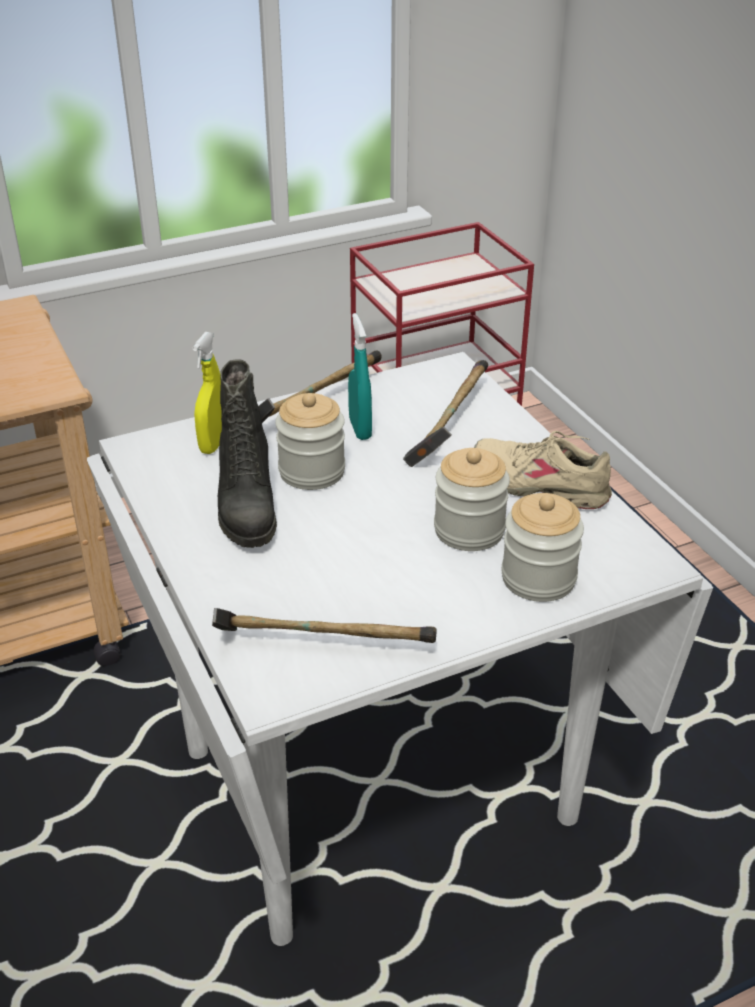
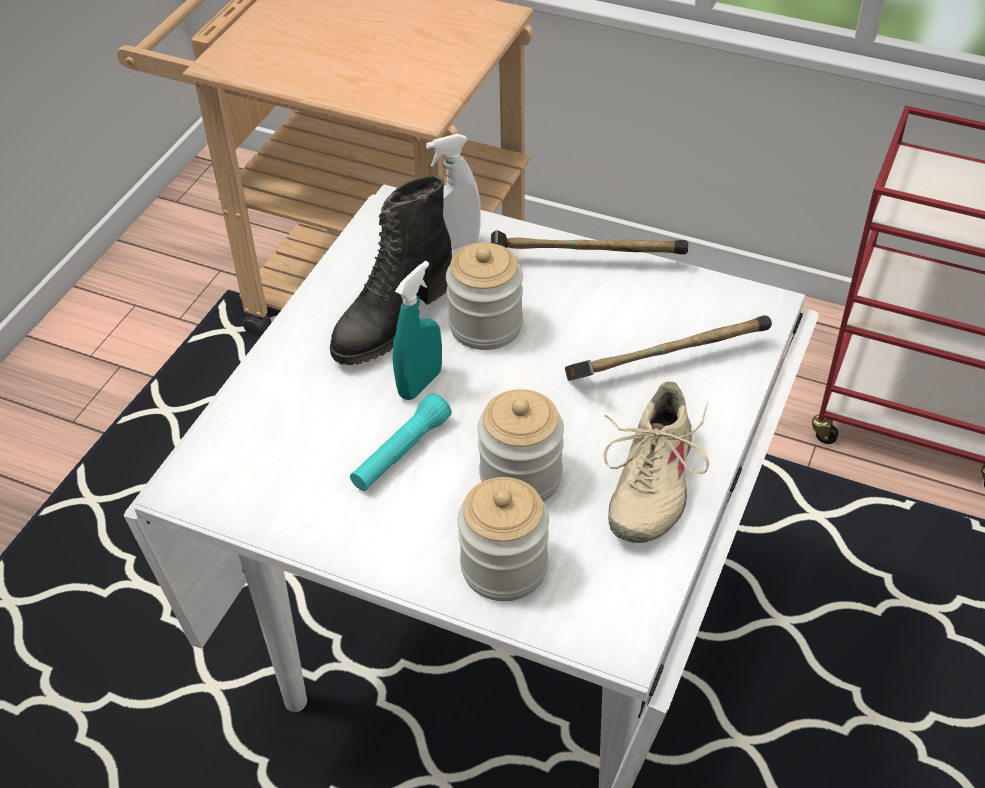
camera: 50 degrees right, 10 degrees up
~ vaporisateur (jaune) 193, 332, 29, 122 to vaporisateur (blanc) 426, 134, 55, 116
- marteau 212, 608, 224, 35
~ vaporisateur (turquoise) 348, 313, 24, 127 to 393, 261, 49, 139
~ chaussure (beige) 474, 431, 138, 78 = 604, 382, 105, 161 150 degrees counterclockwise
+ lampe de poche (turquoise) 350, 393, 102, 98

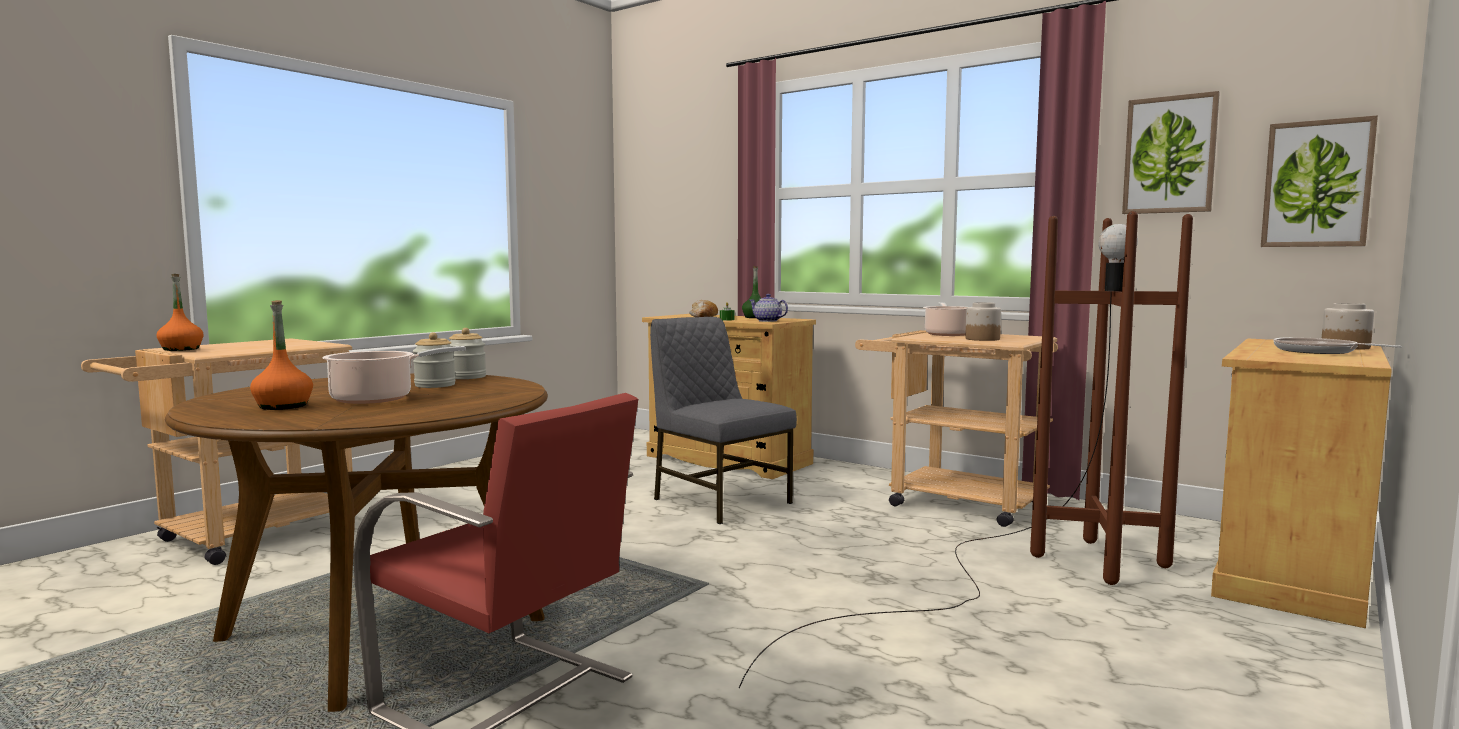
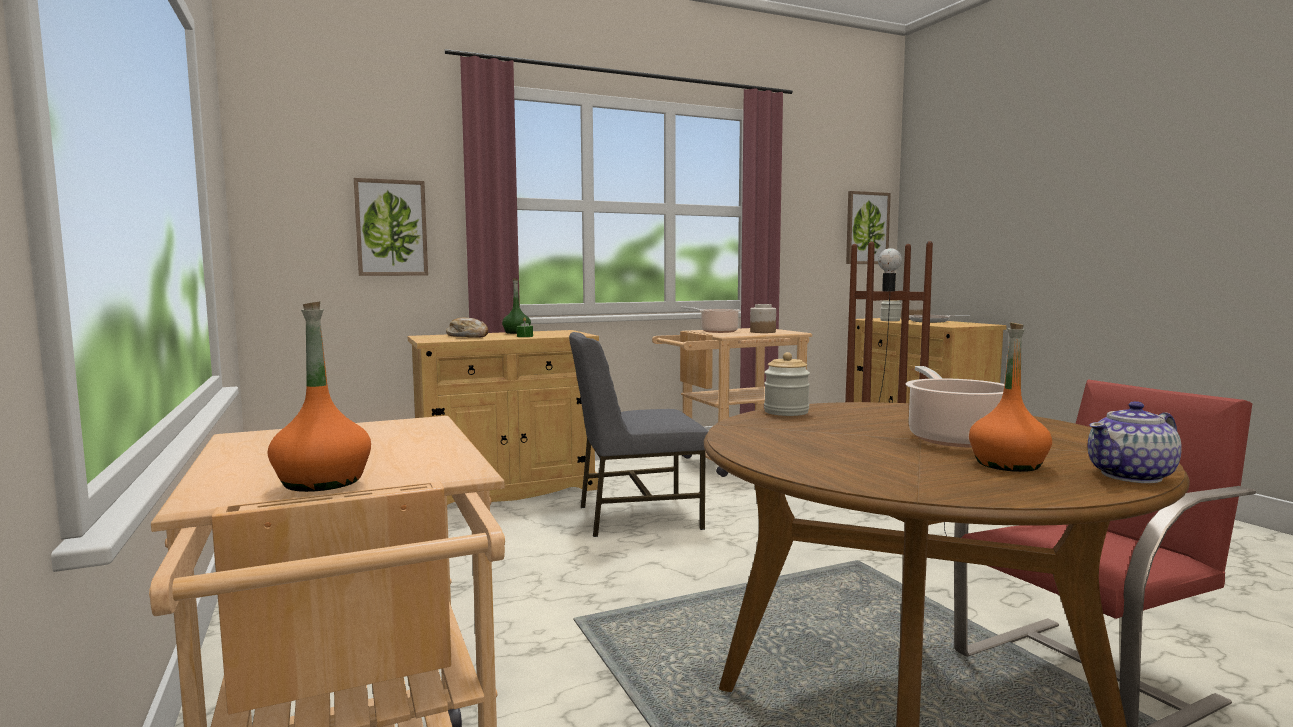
camera: 60 degrees left, 0 degrees up
~ bocal 413, 332, 43, 56 to 880, 300, 21, 21
~ théière 749, 294, 39, 28 to 1087, 401, 95, 82
~ tableau 1122, 91, 98, 123 to 354, 178, 74, 98

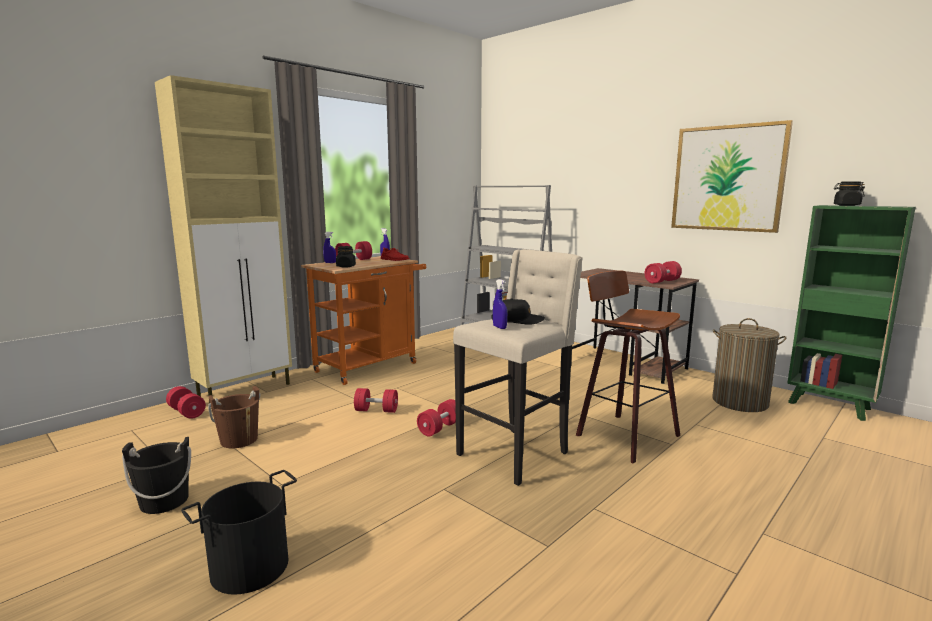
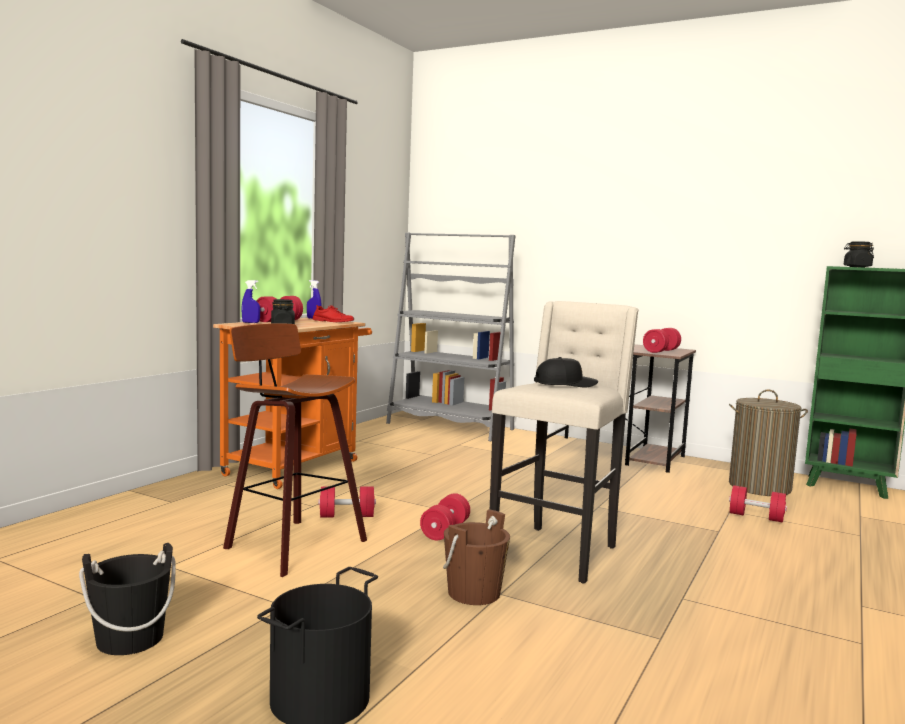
camera: 15 degrees left, 5 degrees down
- meuble de rangement (beige) 155, 75, 137, 328
~ haltère (rouge) 166, 386, 40, 33 to 729, 485, 58, 38
~ seau (marron) 208, 386, 52, 62 to 443, 509, 67, 96
- vaporisateur (bleu) 493, 279, 14, 50
~ tabouret 576, 271, 104, 192 to 223, 323, 144, 254
- tableau 671, 120, 122, 113

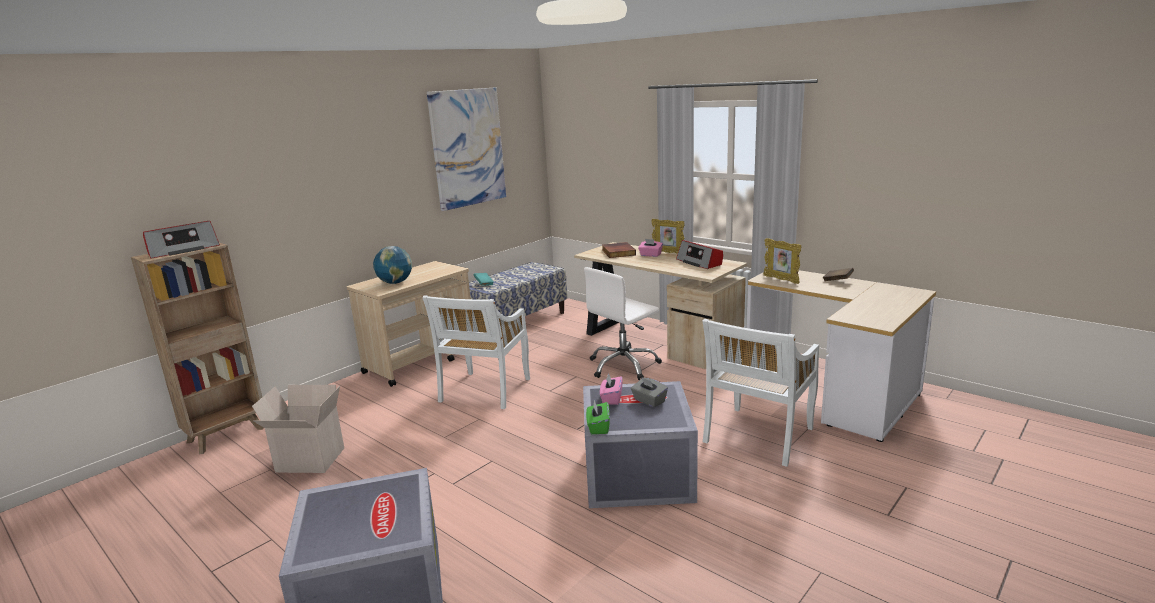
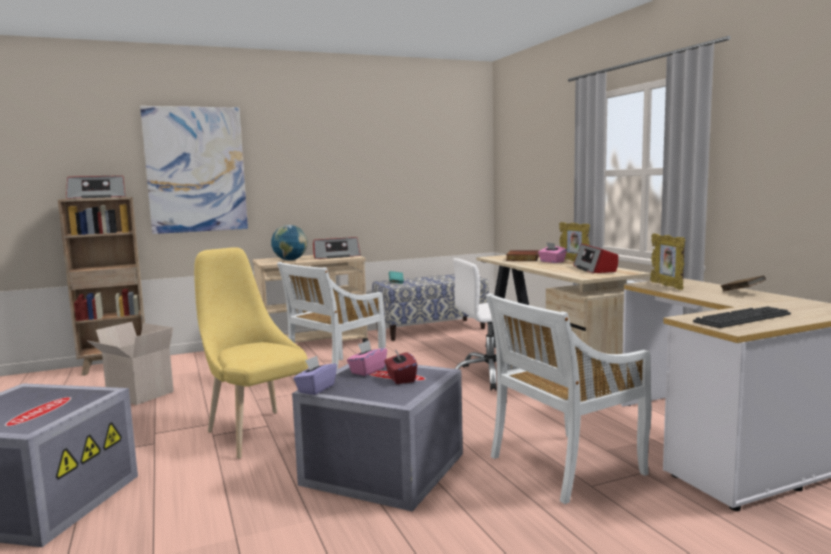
camera: 25 degrees right, 10 degrees down
~ tableau 427, 87, 79, 124 to 140, 106, 108, 128
~ boîte à mouchoirs (vert) 586, 400, 24, 34 to boîte à mouchoirs (violet) 293, 355, 44, 40
~ boîte à mouchoirs (gris) 631, 378, 37, 29 to boîte à mouchoirs (rouge) 384, 349, 33, 35
+ chaise (jaune) 194, 247, 114, 212
+ radio 313, 237, 48, 22
+ clavier 693, 306, 98, 22

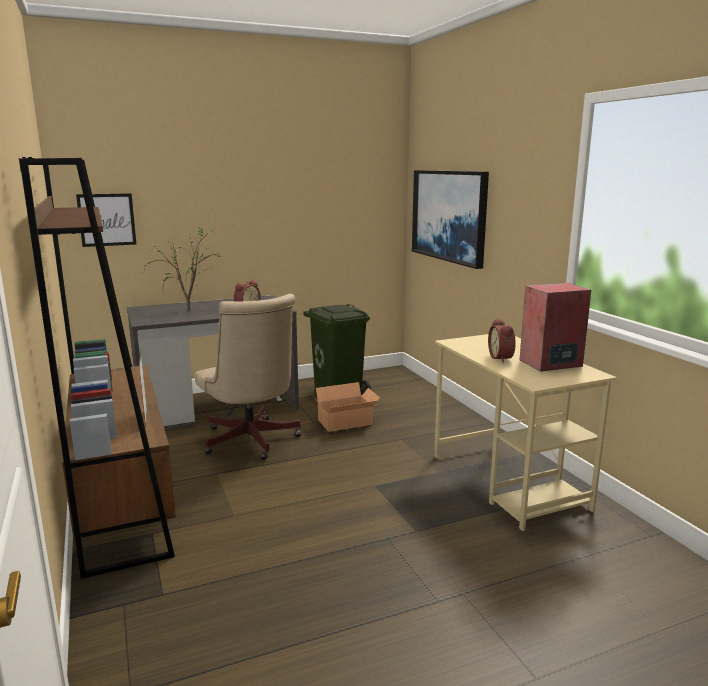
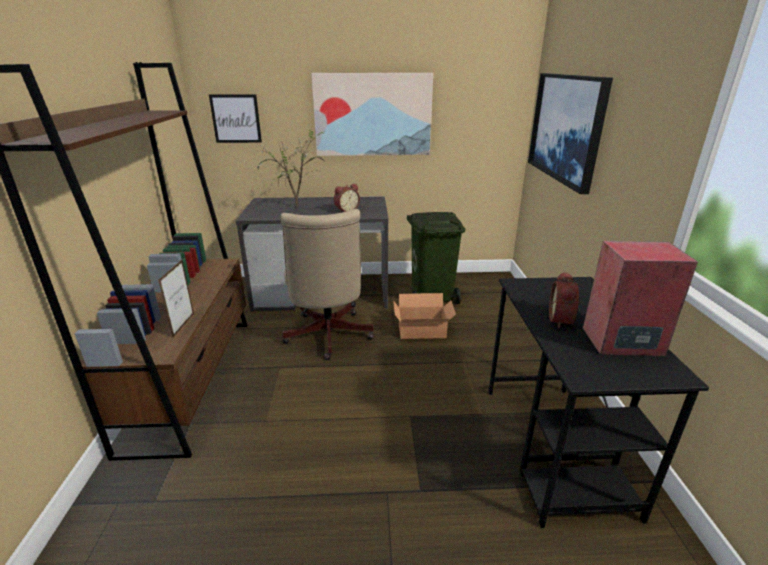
camera: 20 degrees right, 10 degrees up
~ bureau (beige) 434, 334, 183, 197 to bureau (noir) 489, 277, 220, 251
+ tableau 311, 73, 122, 83

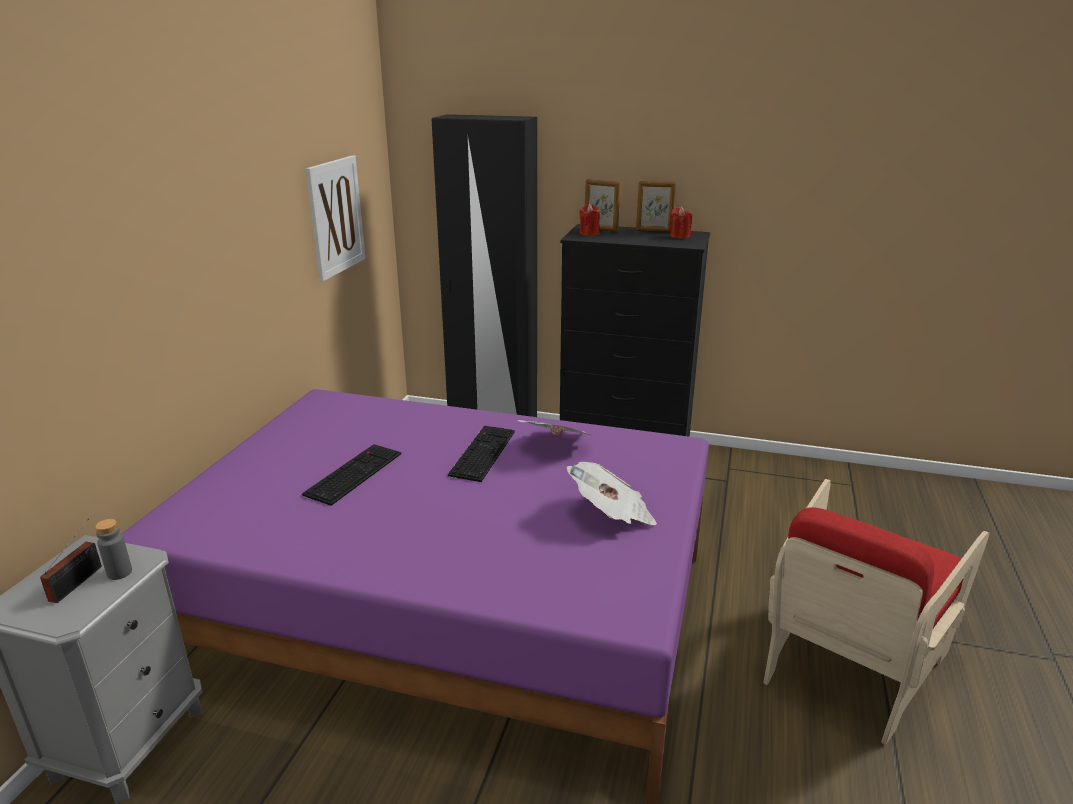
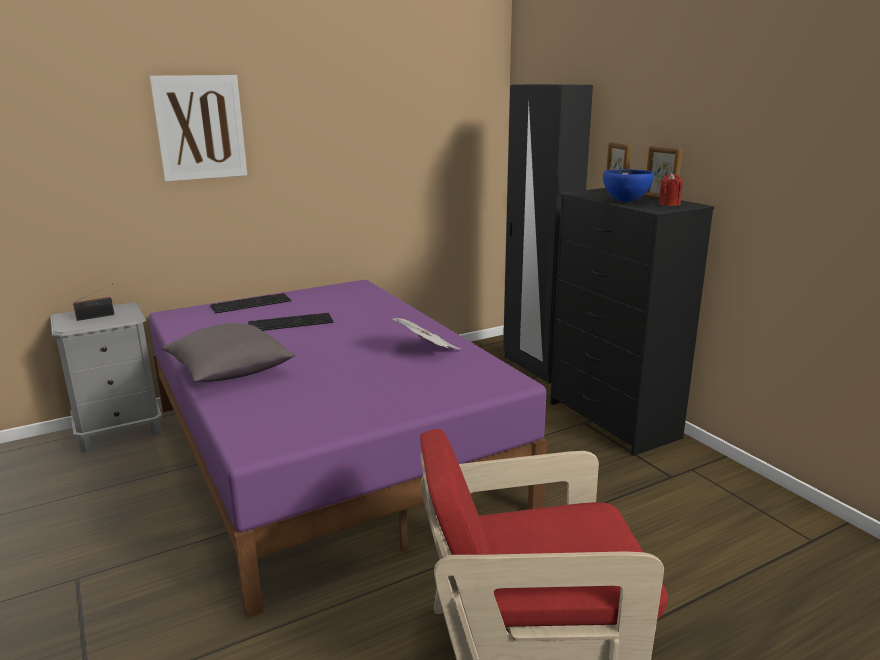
camera: 45 degrees right, 5 degrees down
- bouteille (gris) 95, 519, 37, 61
~ tableau 306, 155, 59, 127 to 149, 75, 98, 107
~ clavier 448, 426, 67, 56 to 210, 293, 81, 21
- journal 567, 462, 90, 63
- bougie (rouge) 579, 204, 21, 32
+ coussin (gris) 162, 323, 134, 59
+ bol (bleu) 603, 169, 51, 34

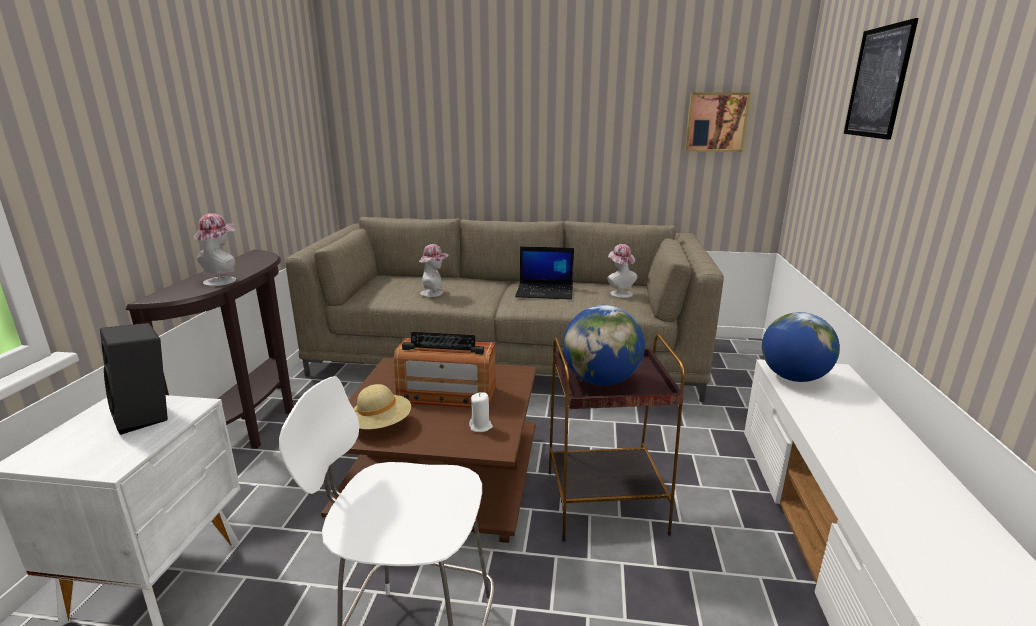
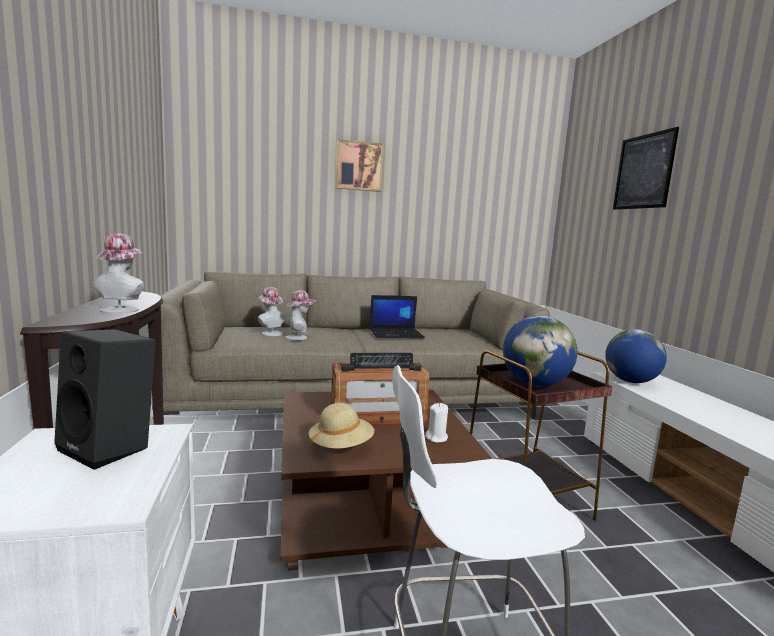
camera: 20 degrees left, 10 degrees down
~ chapeau 607, 244, 30, 54 to 257, 287, 29, 49
~ tableau 685, 92, 66, 60 to 335, 139, 49, 53

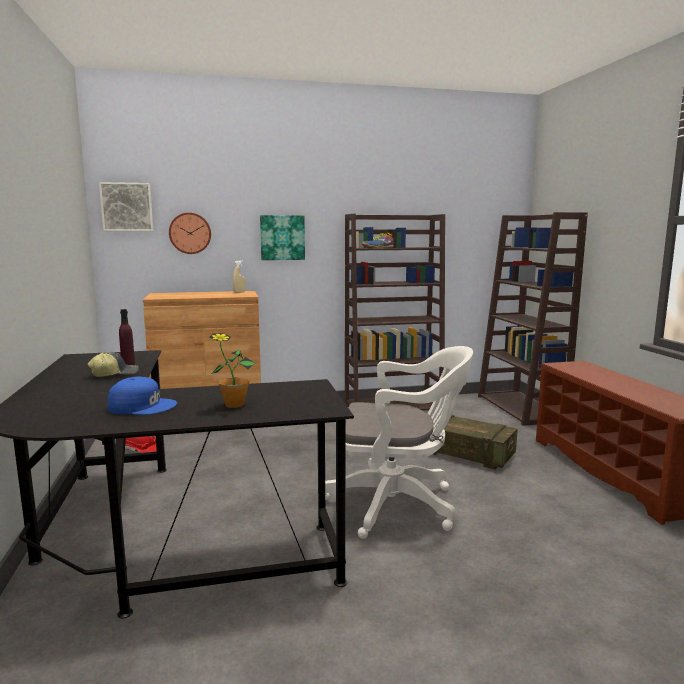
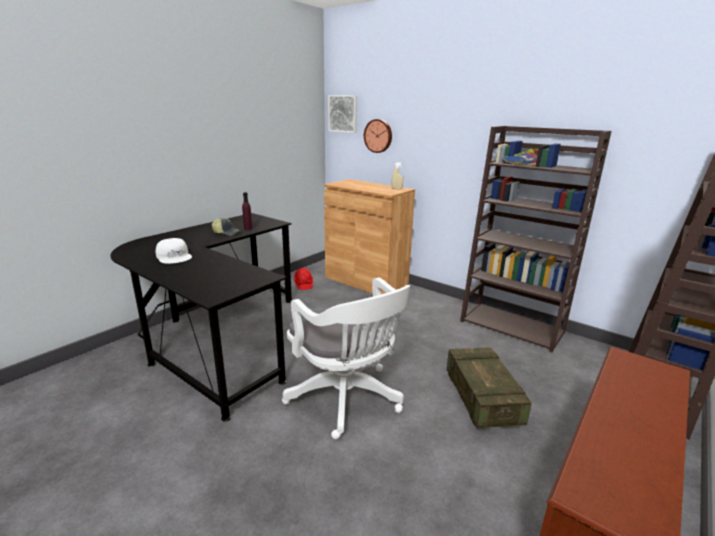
camera: 50 degrees right, 10 degrees up
~ casquette (bleu) 108, 377, 69, 38 to casquette (blanc) 155, 238, 37, 26
- plante en pot 210, 333, 45, 75
- tableau 260, 215, 45, 45

